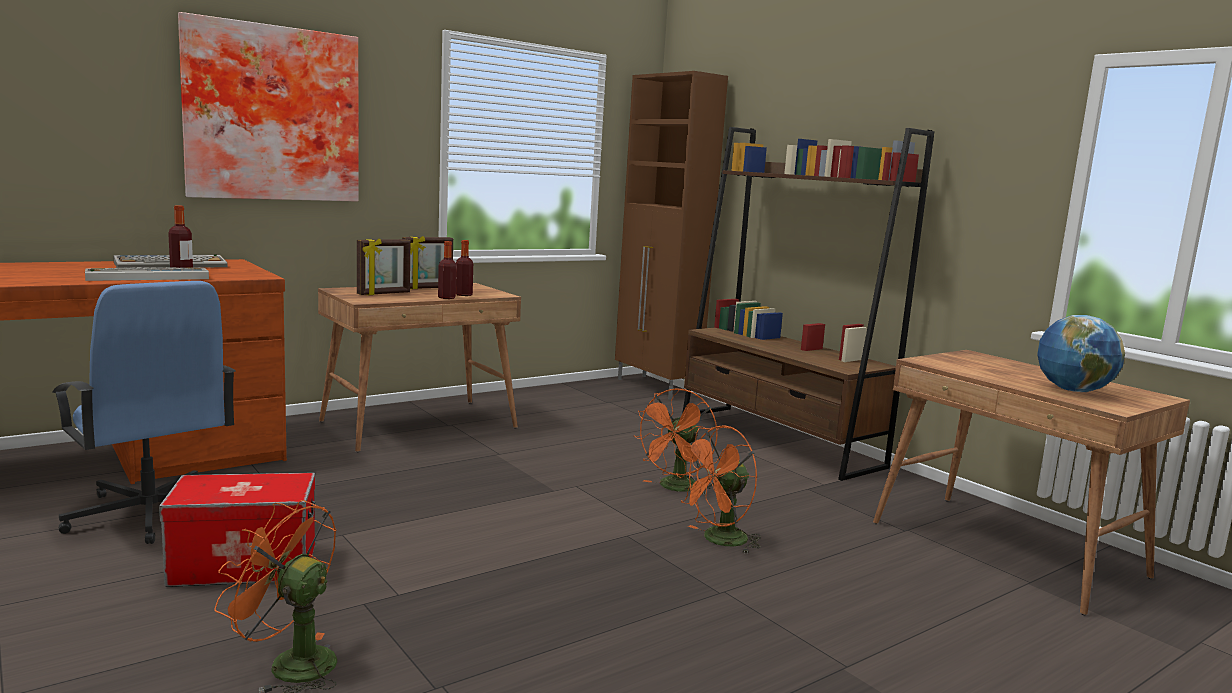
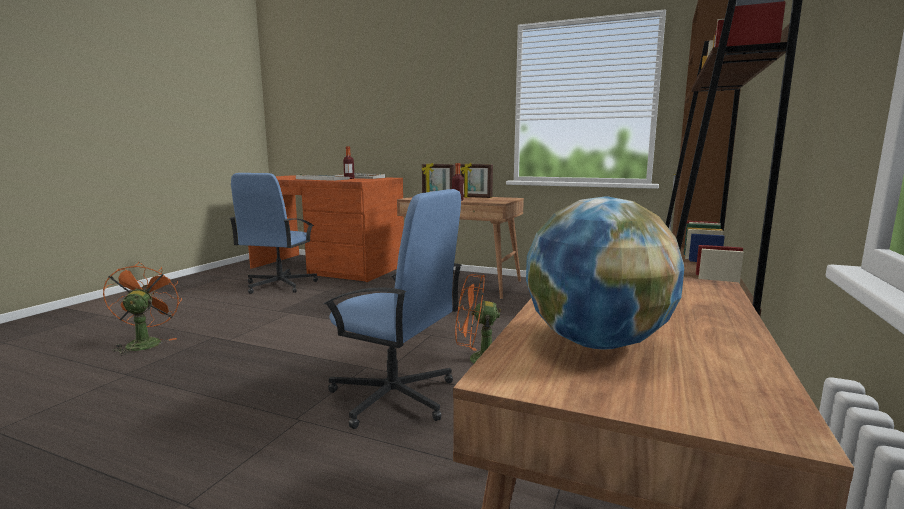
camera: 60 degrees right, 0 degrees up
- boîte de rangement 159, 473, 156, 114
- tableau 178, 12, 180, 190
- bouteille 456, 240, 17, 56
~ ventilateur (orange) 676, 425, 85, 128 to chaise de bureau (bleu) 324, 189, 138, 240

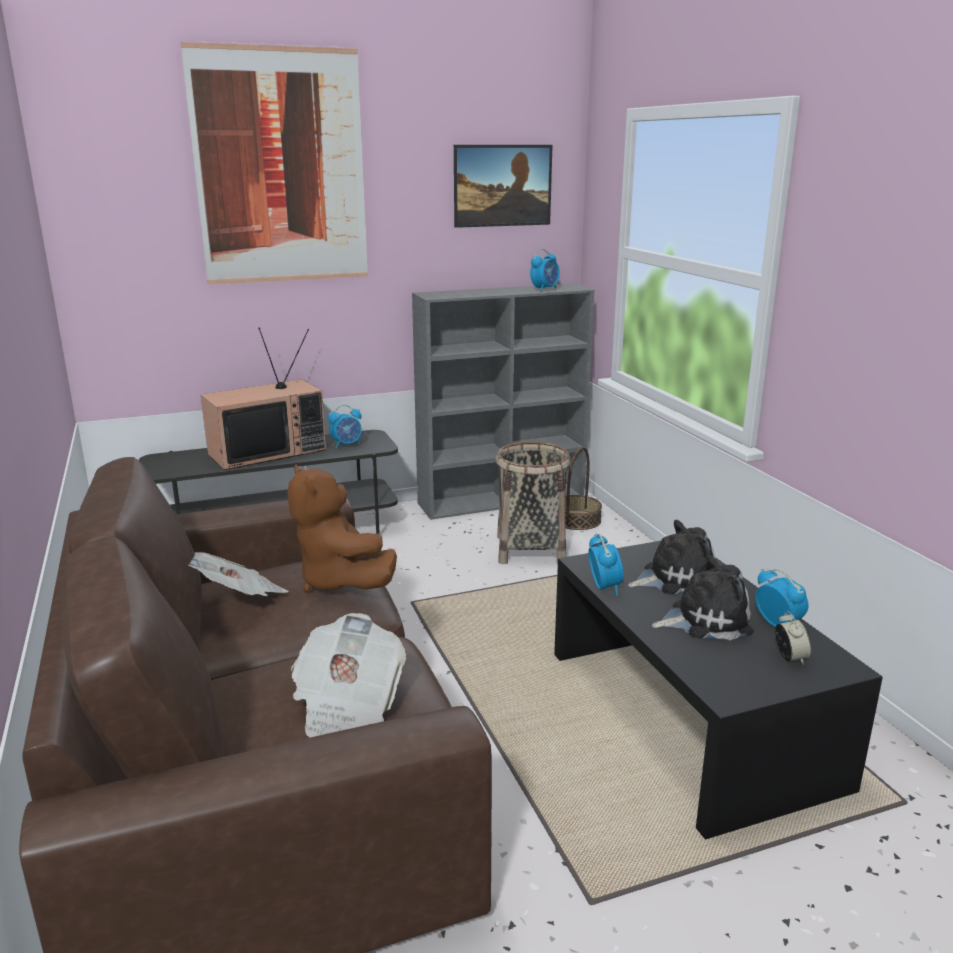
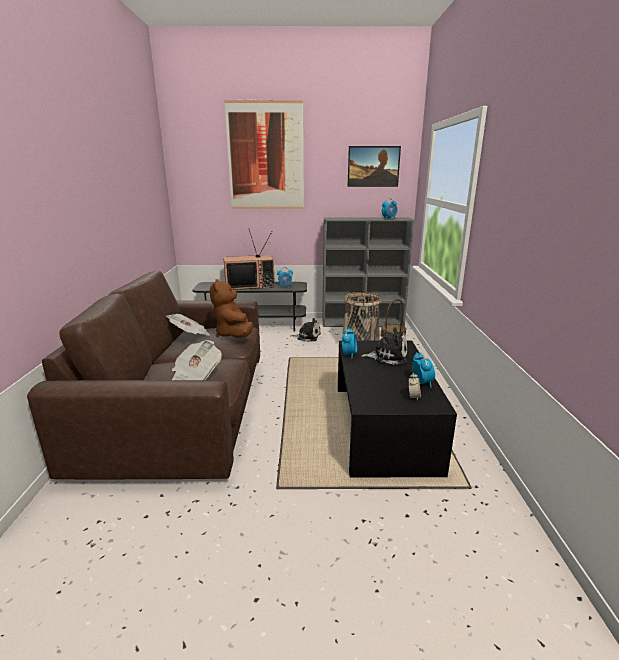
camera: 20 degrees right, 0 degrees up
~ peluche 652, 555, 101, 85 to 291, 318, 30, 24

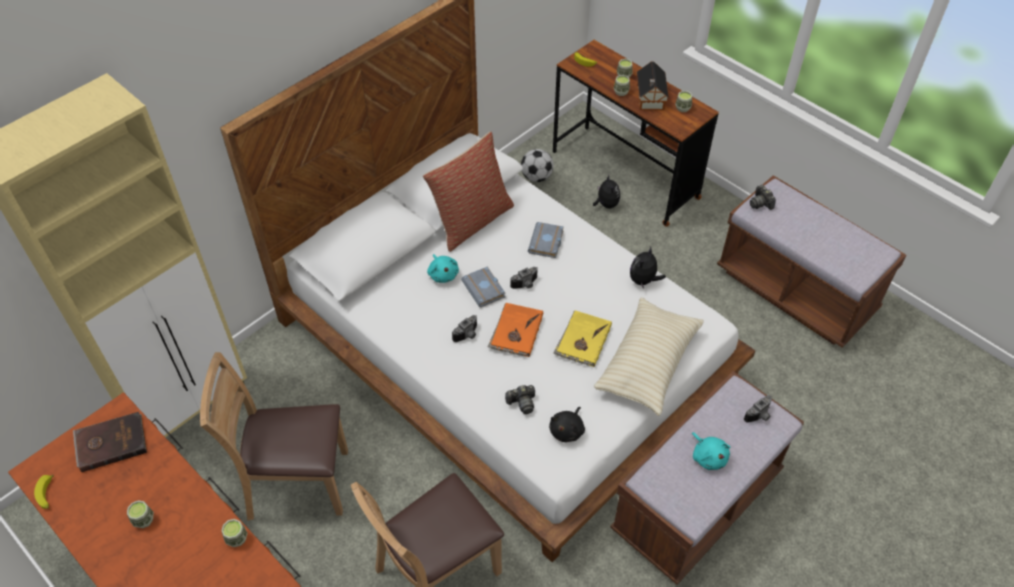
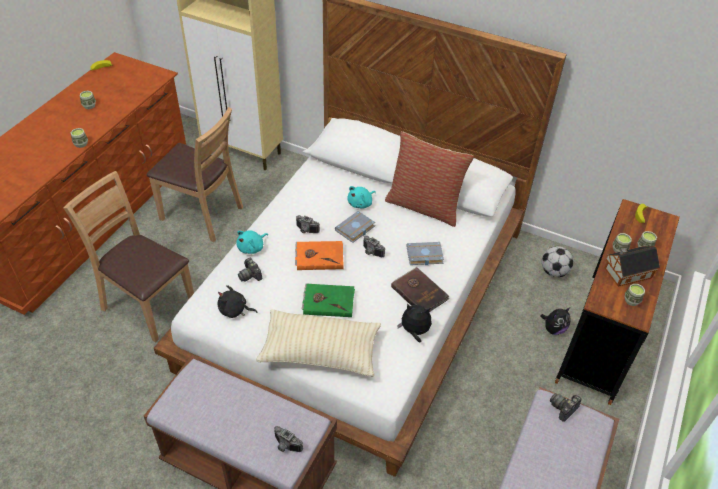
camera: 70 degrees right, 5 degrees down
~ livre (marron) 73, 412, 74, 60 to 391, 267, 58, 45
~ chaise (marron) 200, 352, 148, 169 = 147, 107, 96, 135 135 degrees clockwise
~ livre (jaune) 553, 310, 59, 57 to livre (vert) 302, 283, 53, 34
~ peluche (turquoise) 692, 432, 39, 38 to 236, 230, 32, 24

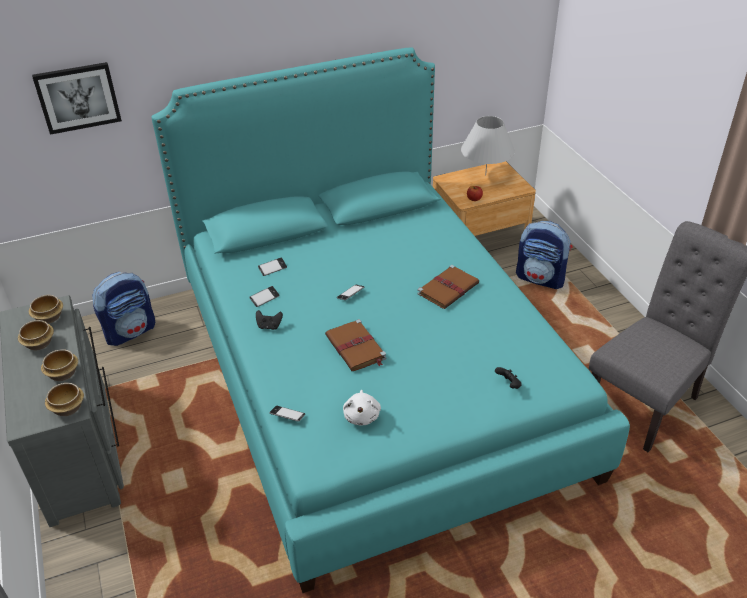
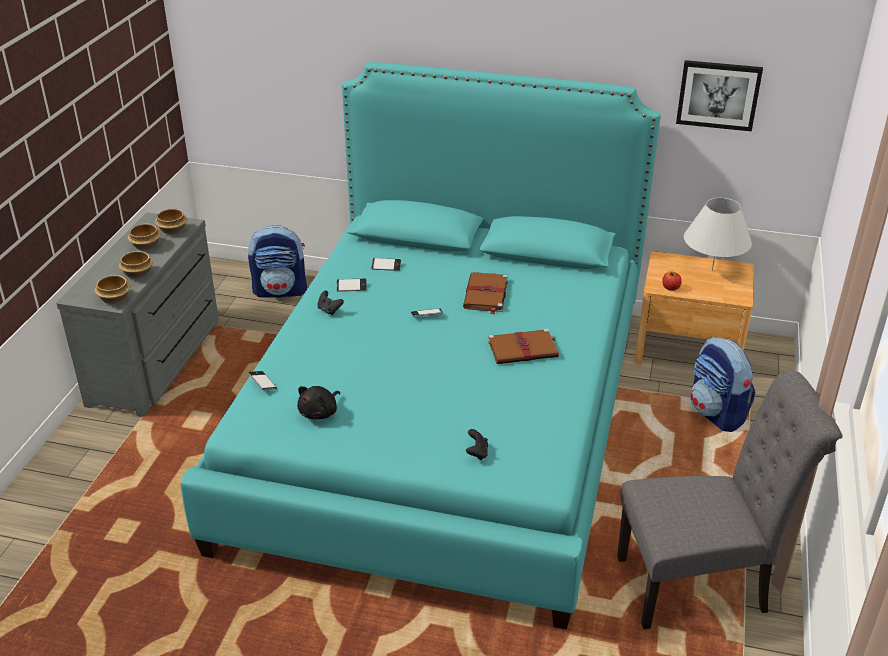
camera: 35 degrees right, 5 degrees down
~ tableau 32, 62, 90, 73 to 676, 60, 87, 72
~ livre (marron) 325, 319, 62, 52 to 463, 272, 45, 43
~ peluche (blanc) 343, 390, 38, 35 to peluche (noir) 297, 386, 43, 33

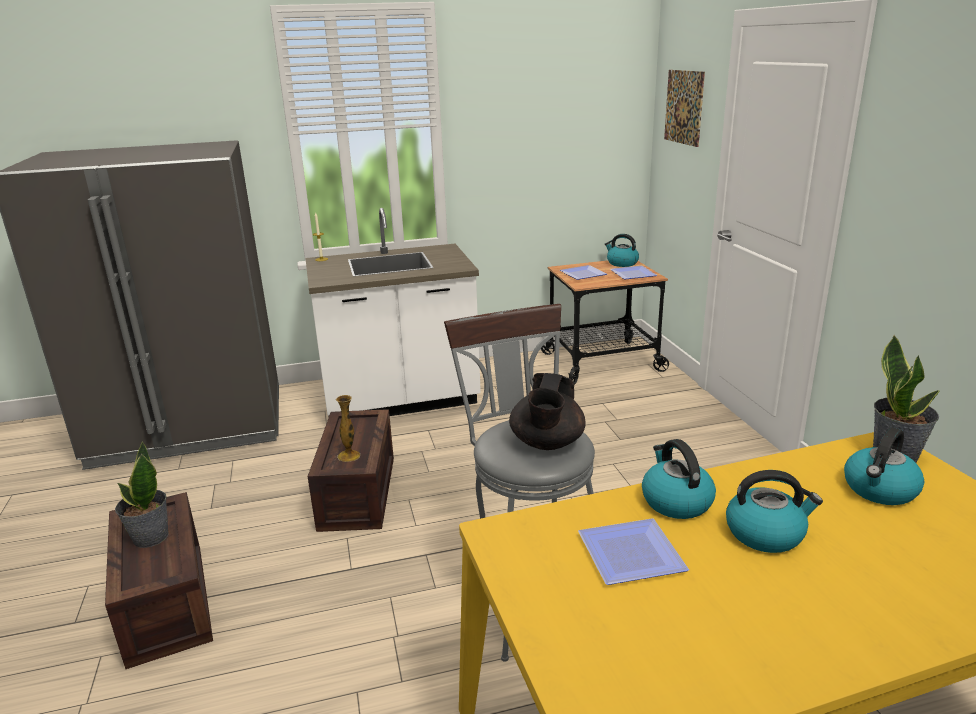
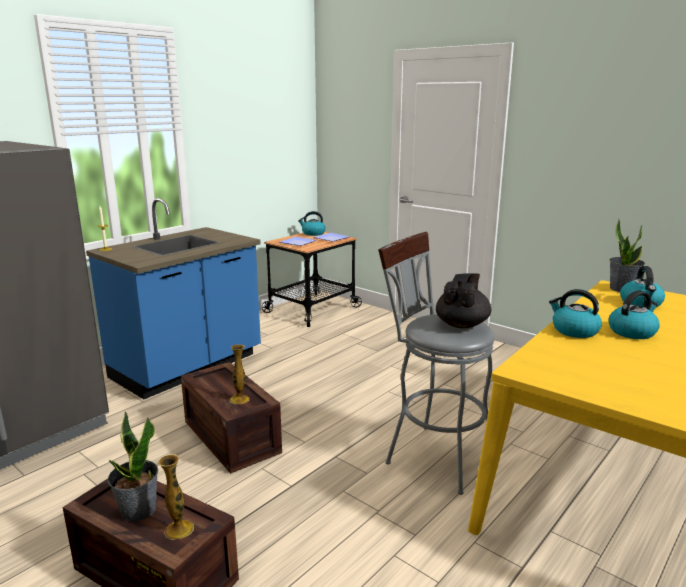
camera: 35 degrees left, 5 degrees down
~ comptoir de cuisine (blanc) 306, 208, 175, 209 to comptoir de cuisine (bleu) 86, 198, 175, 201
~ théière (noir) 509, 373, 77, 77 = 436, 273, 55, 55 135 degrees counterclockwise
- assiette 578, 518, 111, 67
- tableau 664, 70, 41, 77
+ vase 158, 454, 36, 86

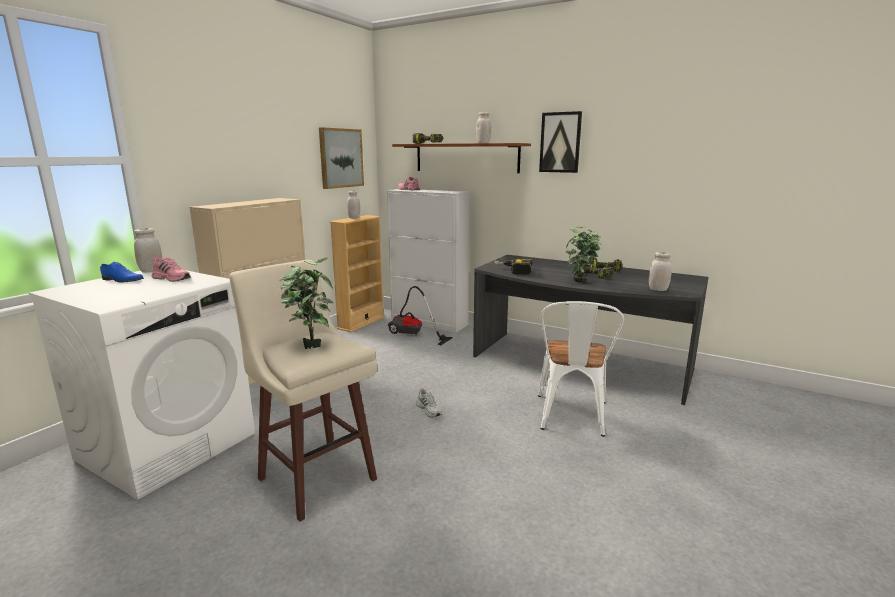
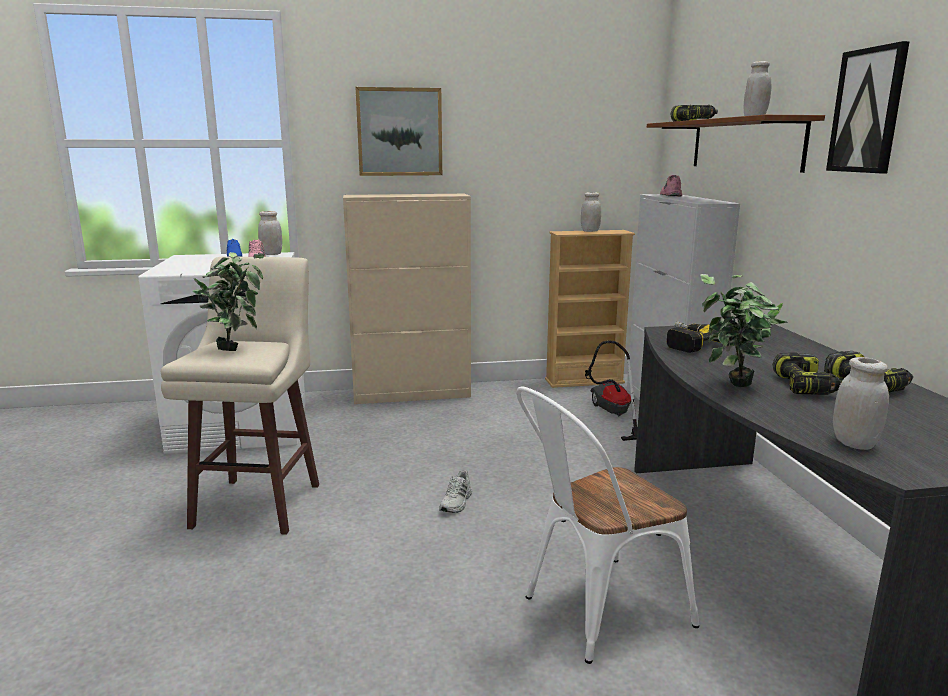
camera: 50 degrees right, 0 degrees up
~ tableau 319, 127, 45, 62 to 356, 87, 86, 89

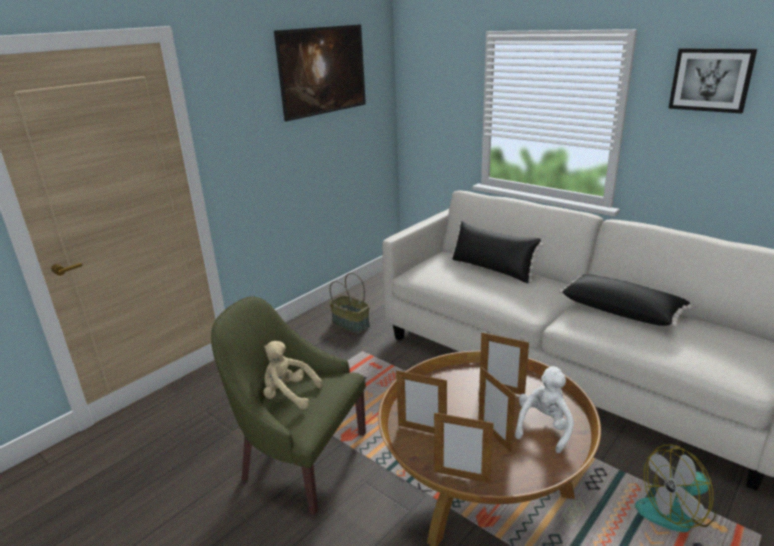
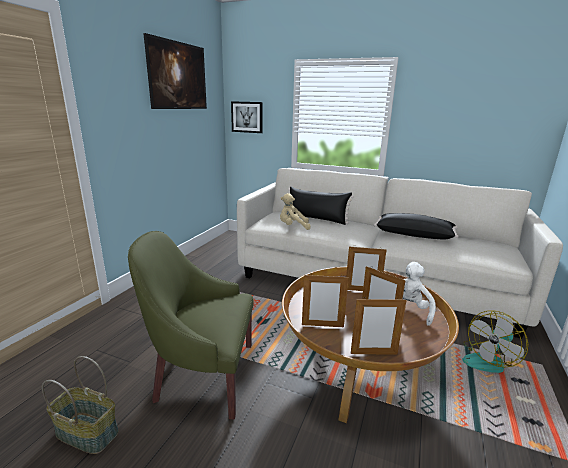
camera: 20 degrees left, 5 degrees down
~ peluche (beige) 263, 341, 59, 68 to 280, 193, 31, 37
~ panier 329, 273, 41, 60 to 42, 356, 77, 98
~ tableau 668, 48, 89, 66 to 231, 101, 32, 32

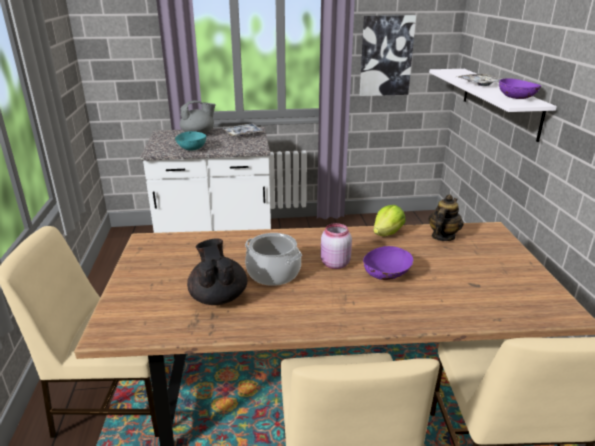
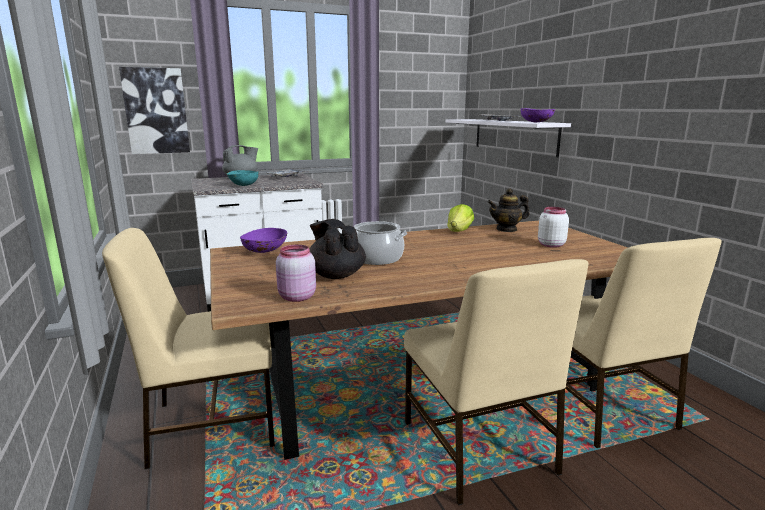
camera: 15 degrees left, 10 degrees down
~ bocal (rose) 321, 223, 31, 46 to 276, 245, 40, 57
~ tableau 359, 15, 57, 81 to 119, 67, 71, 87
~ bol (violet) 363, 246, 50, 34 to 240, 228, 47, 25
~ théière 428, 194, 35, 47 = 487, 189, 43, 43 120 degrees counterclockwise
+ bocal (blanc) 538, 207, 31, 41

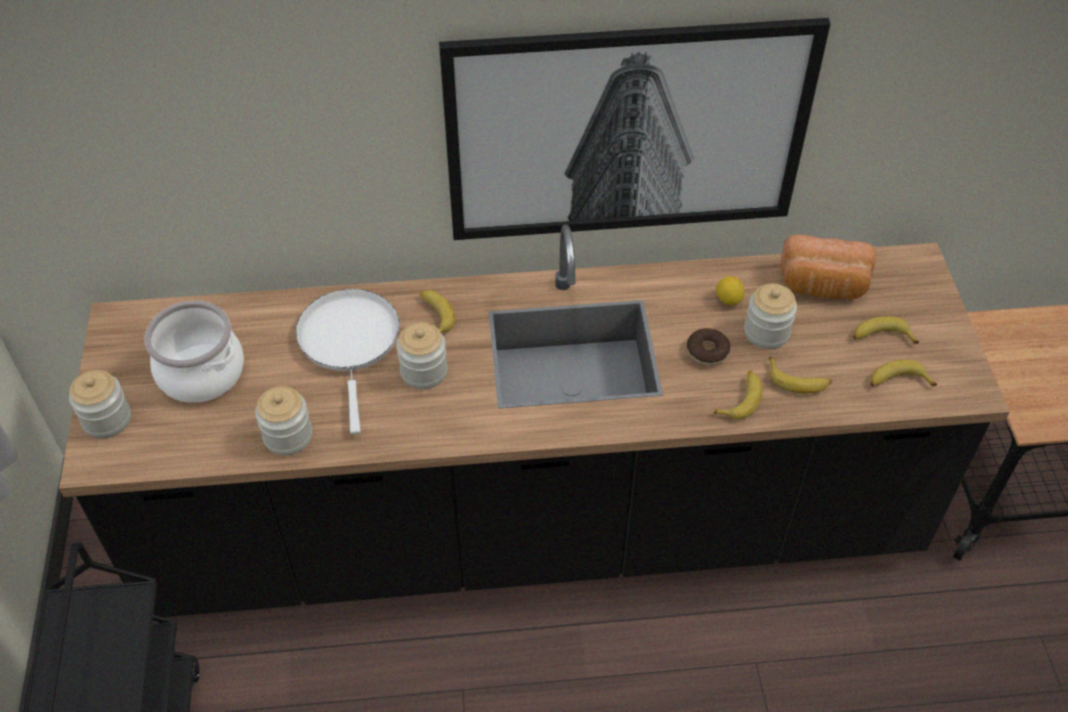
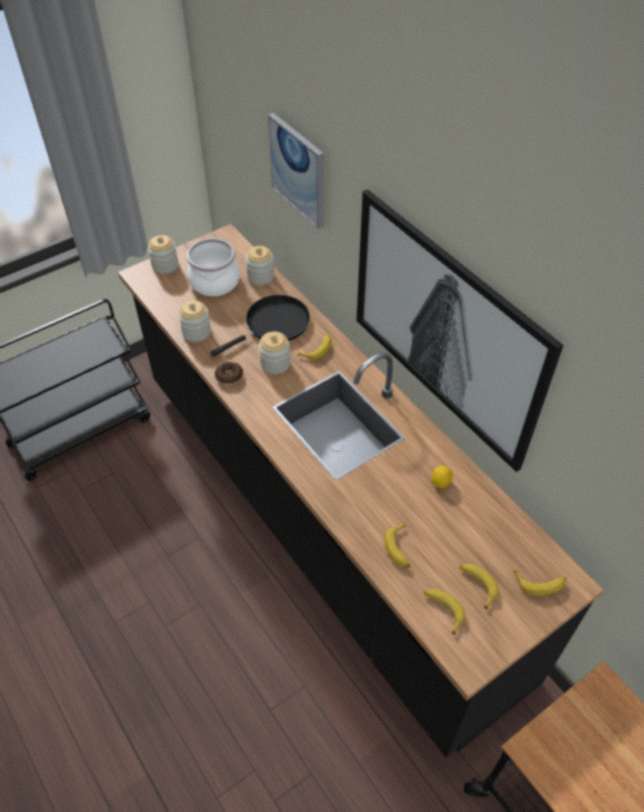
camera: 60 degrees right, 0 degrees up
~ poêle (blanc) 295, 289, 105, 145 to poêle (noir) 210, 295, 100, 62
~ beignet 687, 328, 43, 38 to 215, 362, 28, 23
~ banane 714, 371, 48, 49 to 513, 571, 53, 25
~ bocal 744, 283, 53, 66 to 245, 246, 29, 39
- pain 781, 235, 95, 64
+ tableau 268, 113, 56, 116

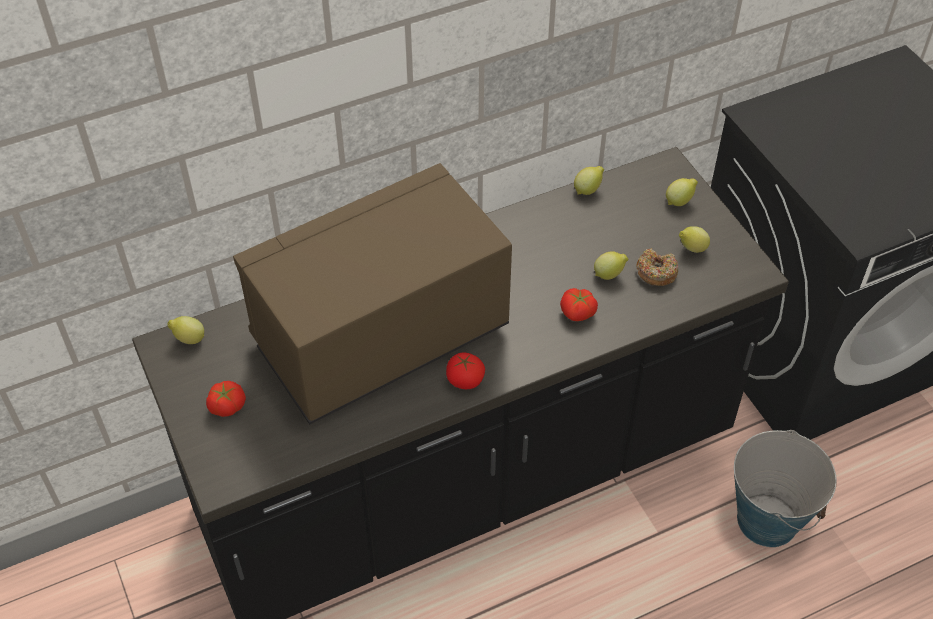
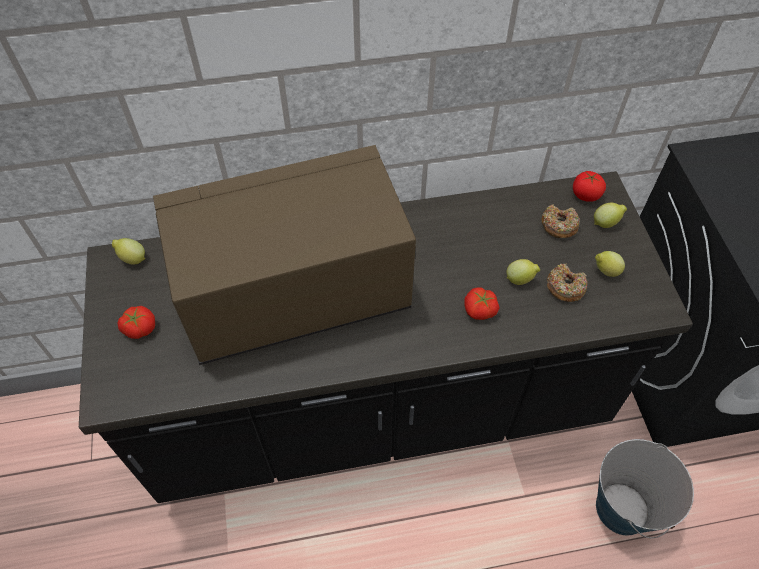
camera: 15 degrees right, 5 degrees up
~ tomate 446, 352, 39, 37 to 573, 171, 33, 31
- citron 574, 166, 30, 29
+ beignet 541, 204, 39, 34

